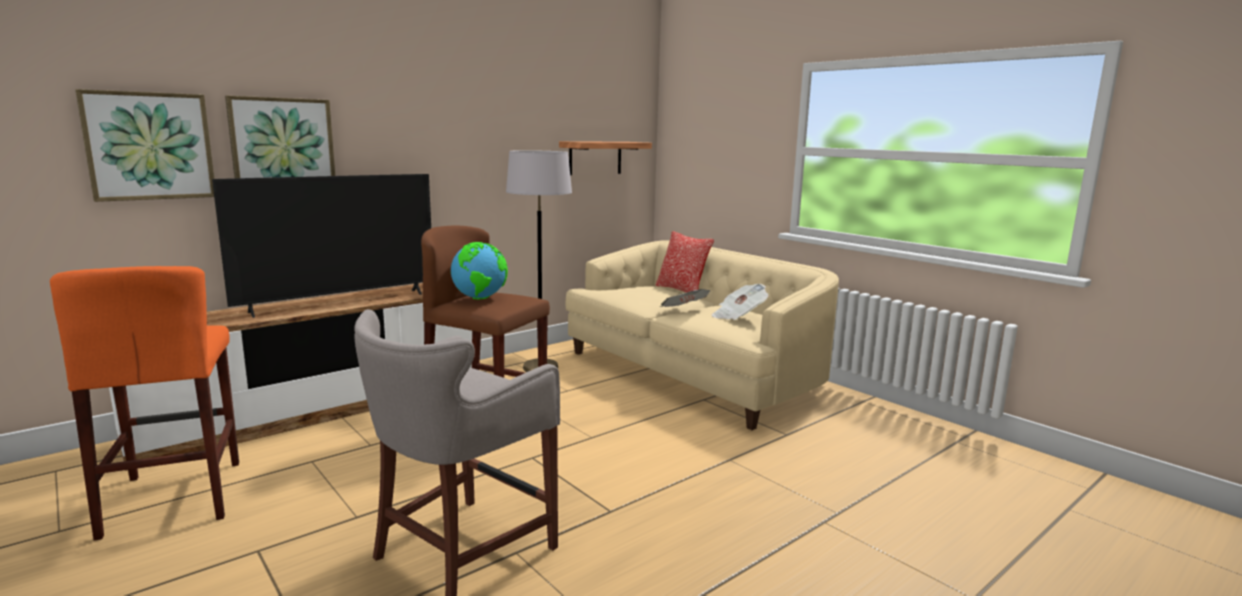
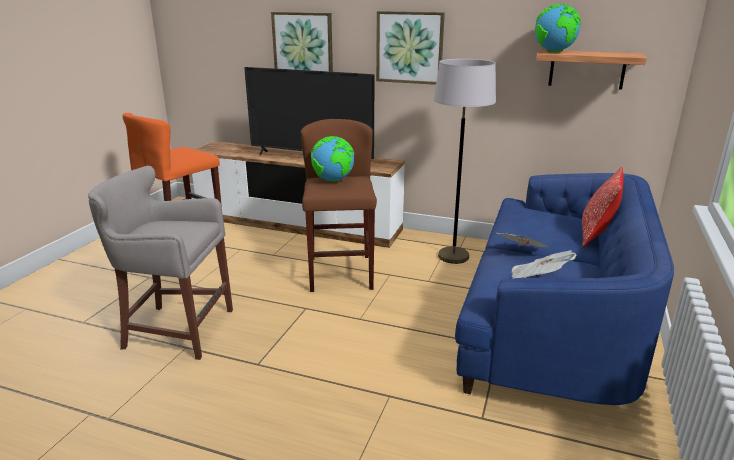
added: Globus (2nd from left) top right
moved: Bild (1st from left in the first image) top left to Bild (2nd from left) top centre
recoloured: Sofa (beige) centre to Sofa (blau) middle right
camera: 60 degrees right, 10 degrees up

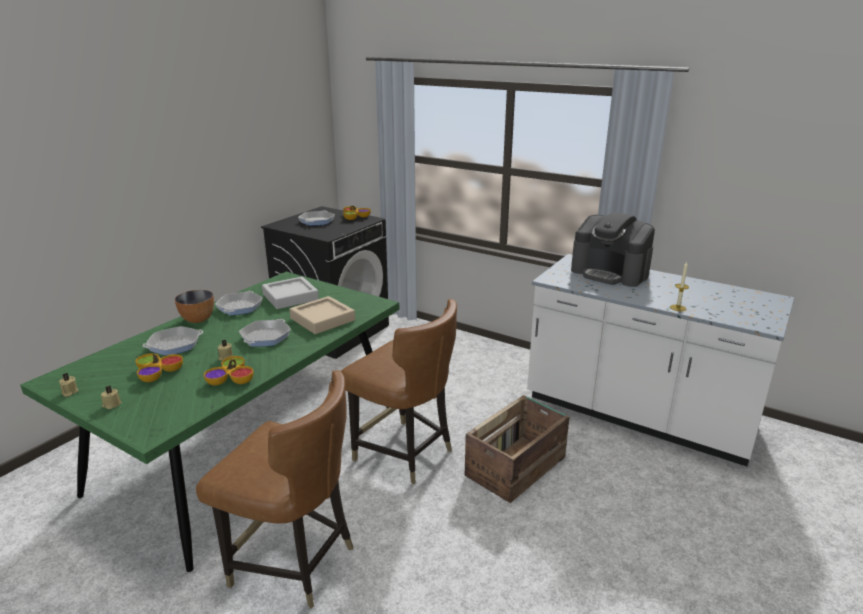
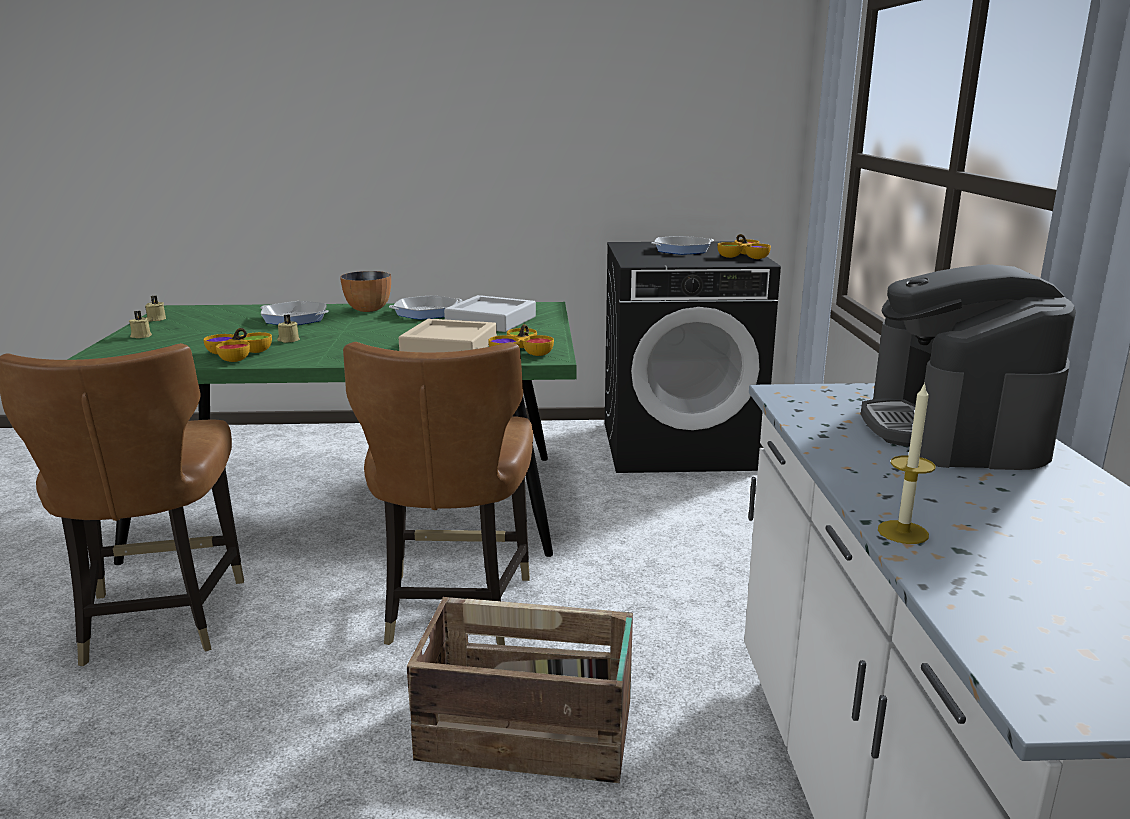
removed: Pfanne (3rd from left) middle left
moved: Schüssel (1st from left in the first image) middle left to Schüssel (3rd from left) centre
camera: 55 degrees right, 5 degrees down

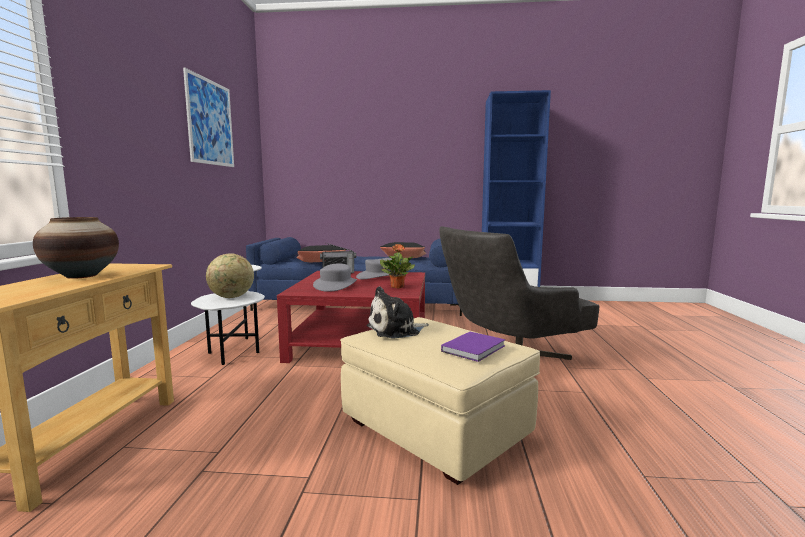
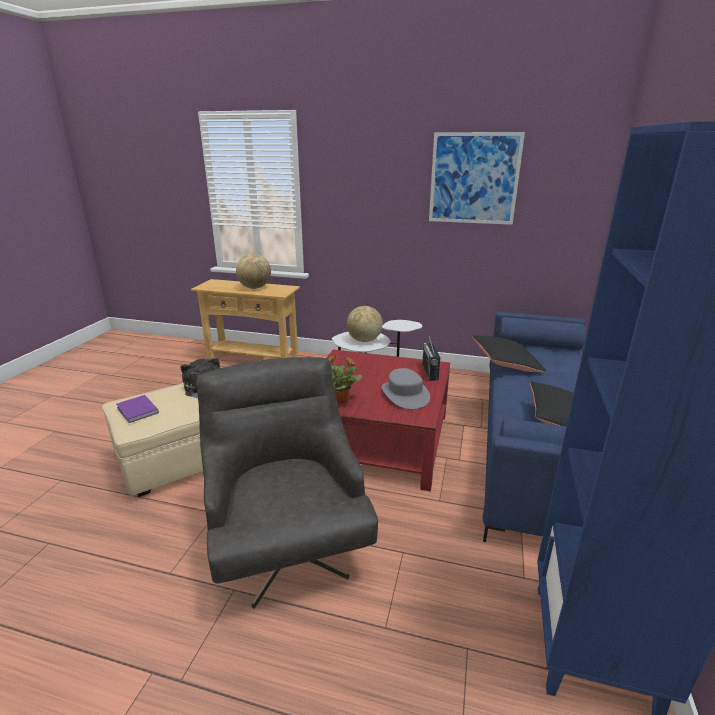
removed: Hut (grau) (1st from left) centre
replaced: Vase middle left to Globus (1st from left) centre
camera: 100 degrees right, 15 degrees up

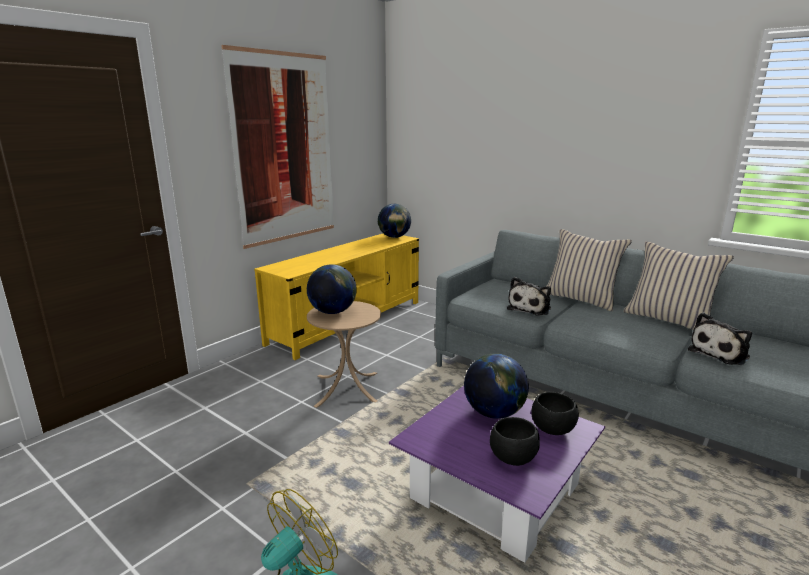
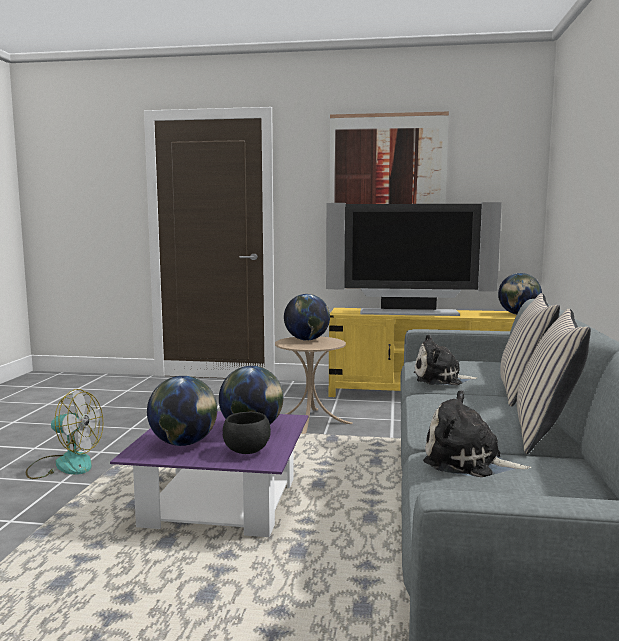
added: Fernseher middle right
replaced: Schüssel (schwarz) (1st from left) bottom centre to Globus (1st from left) middle left
camera: 60 degrees right, 10 degrees down

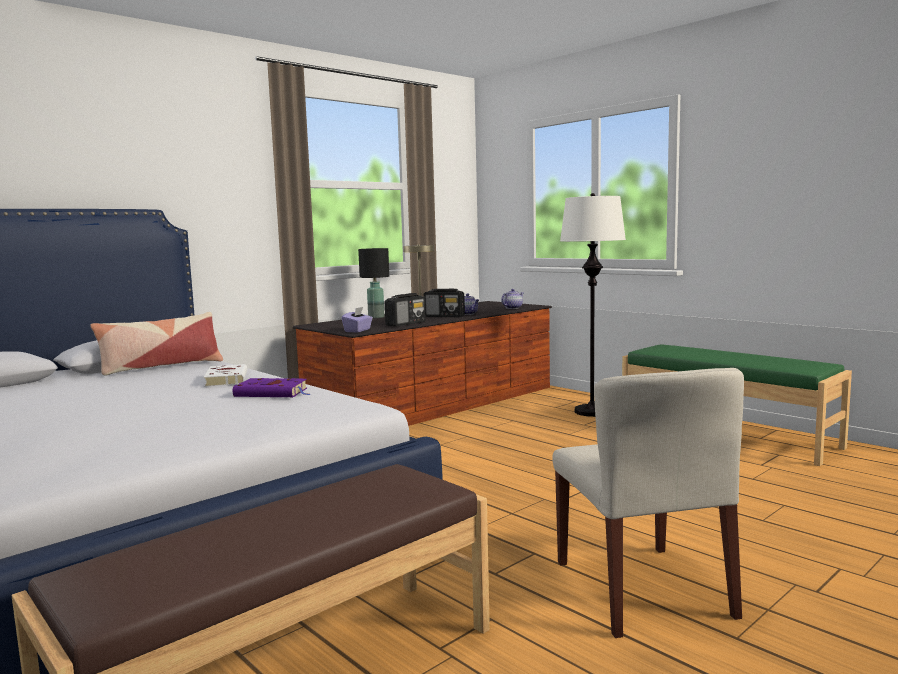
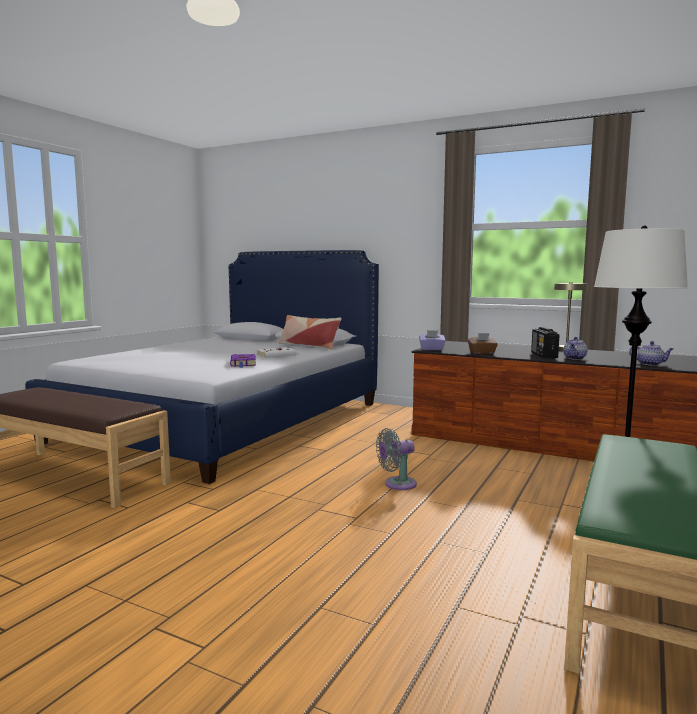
removed: Tischlampe (schwarz) centre; Stuhl (beige) bottom right
added: Ventilator (grau) centre
replaced: Radio (1st from left) centre to Taschentuchbox (braun) middle right
camera: 70 degrees right, 0 degrees up

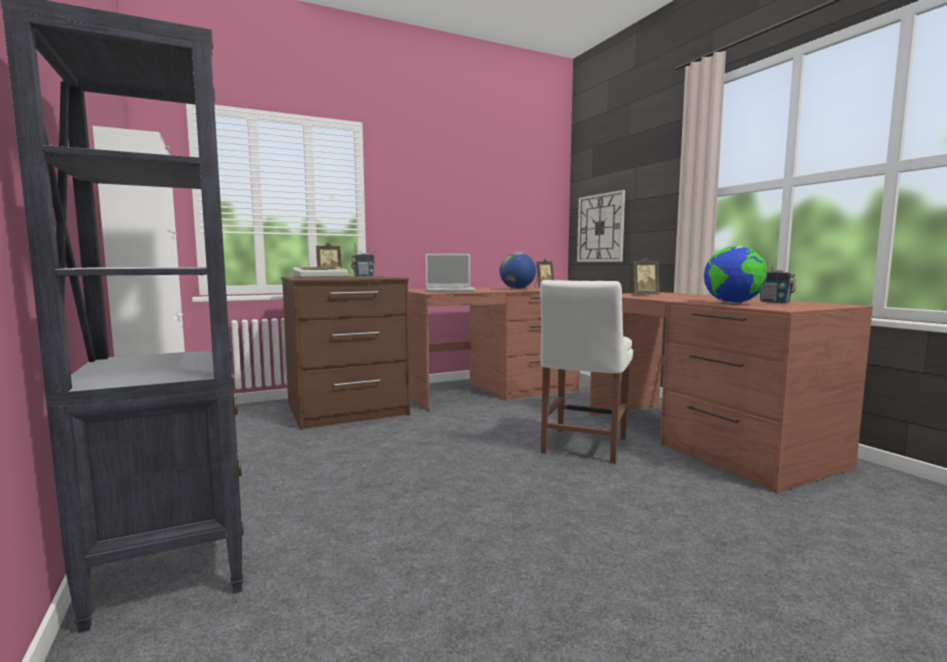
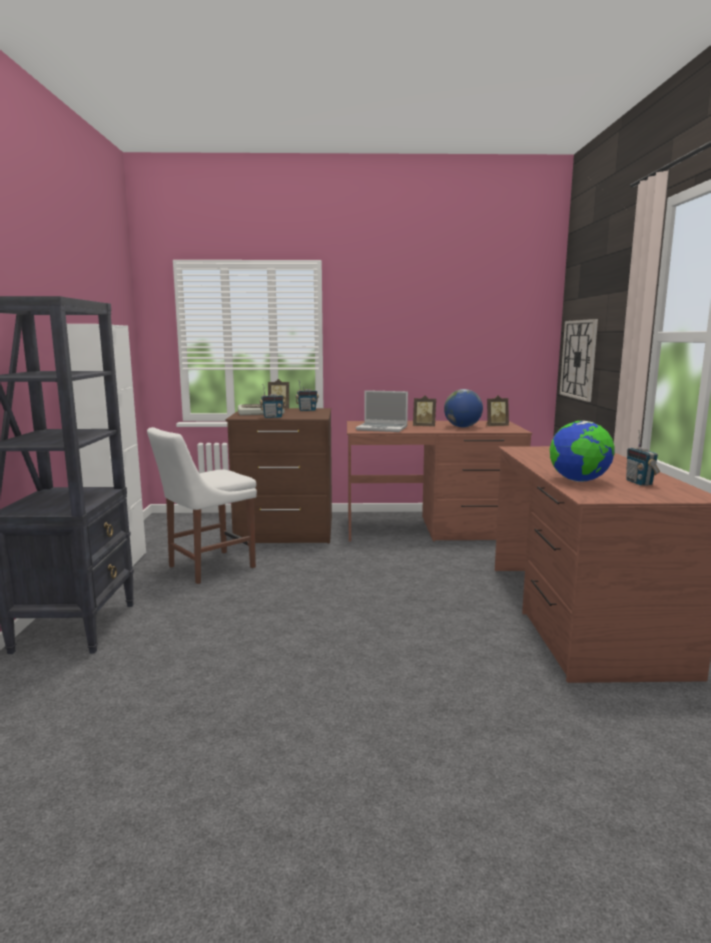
added: Radio (1st from left) centre
moved: Stuhl (weiß) centre to middle left; Bilderrahmen (3rd from left in the first image) middle right to Bilderrahmen (2nd from left) centre
camera: 25 degrees right, 5 degrees up

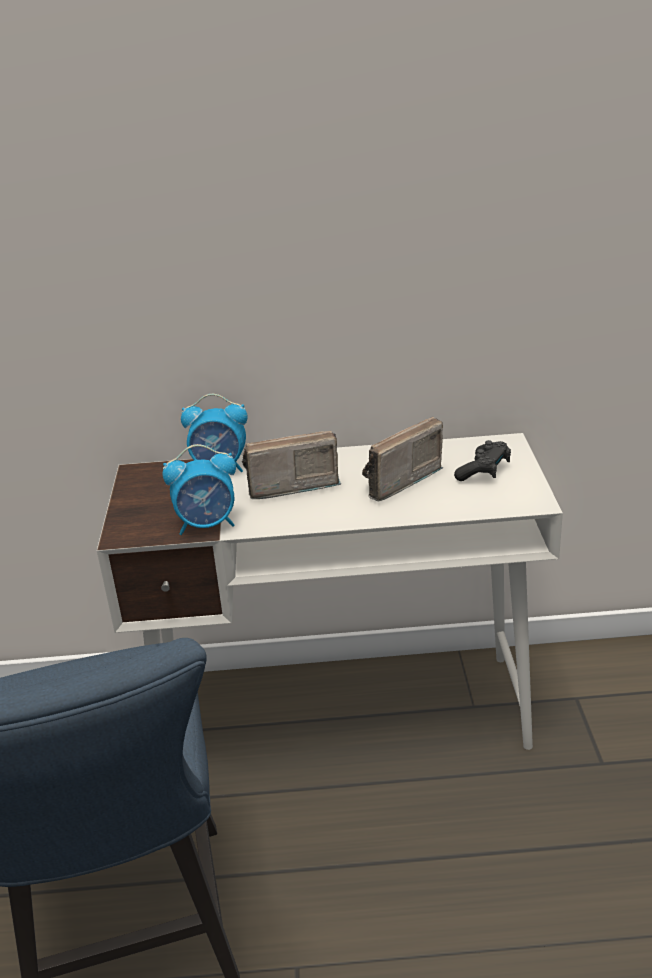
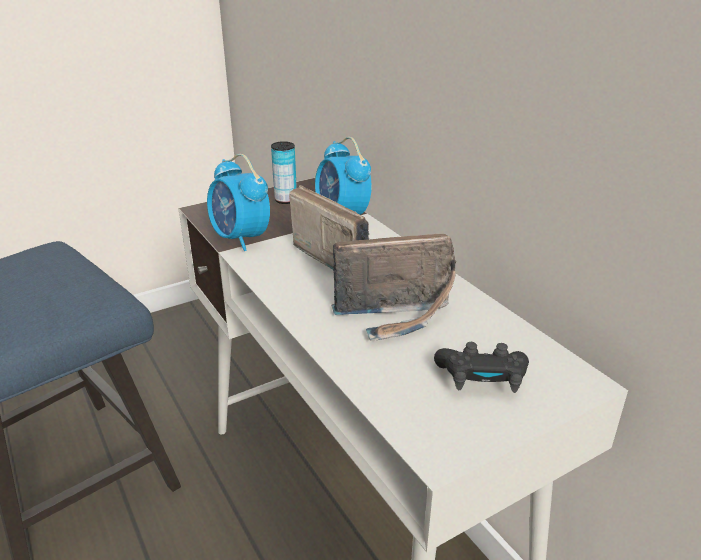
added: Dose top centre
turned: Radio (2nd from left) centre = centre 150 degrees clockwise
camera: 60 degrees right, 0 degrees up

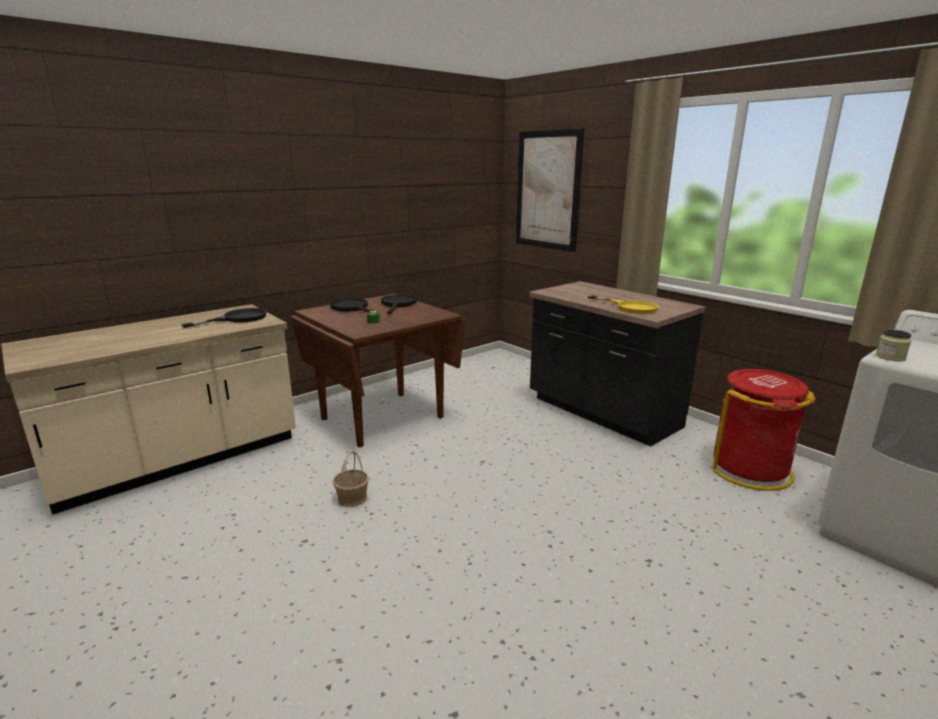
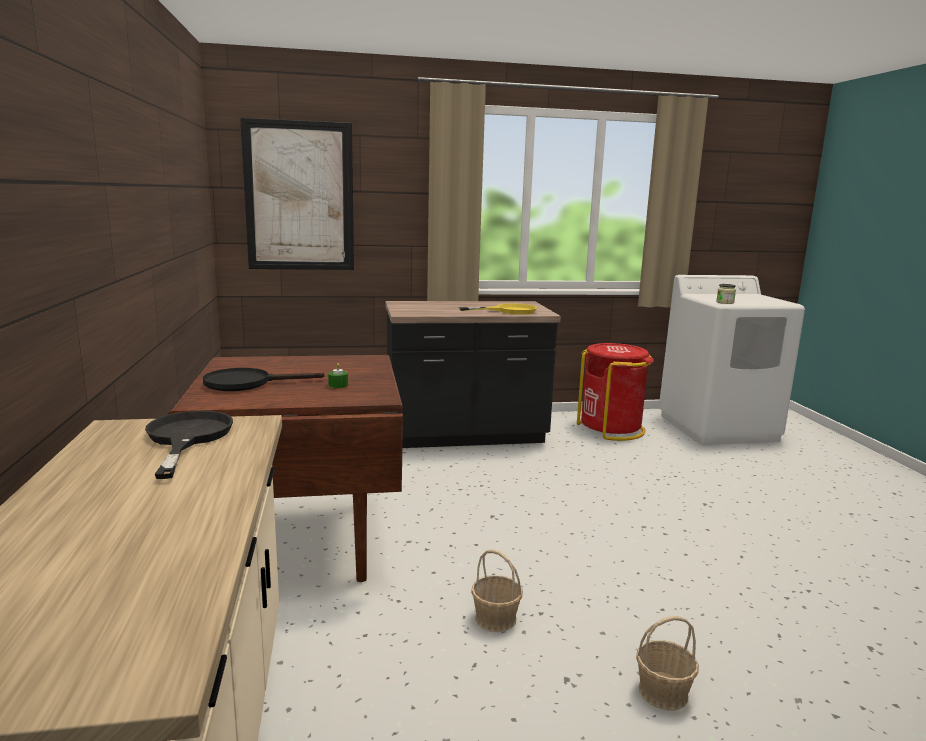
removed: Pfanne (schwarz) (3rd from left) centre
added: Korb (2nd from left) bottom right
camera: 60 degrees left, 5 degrees down

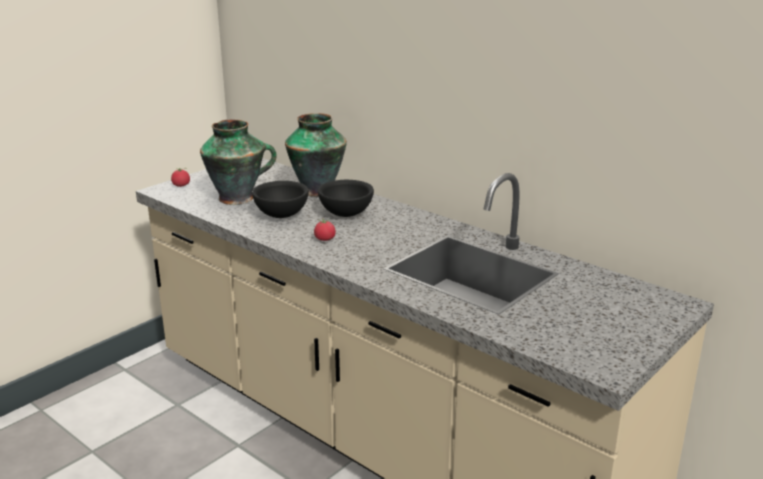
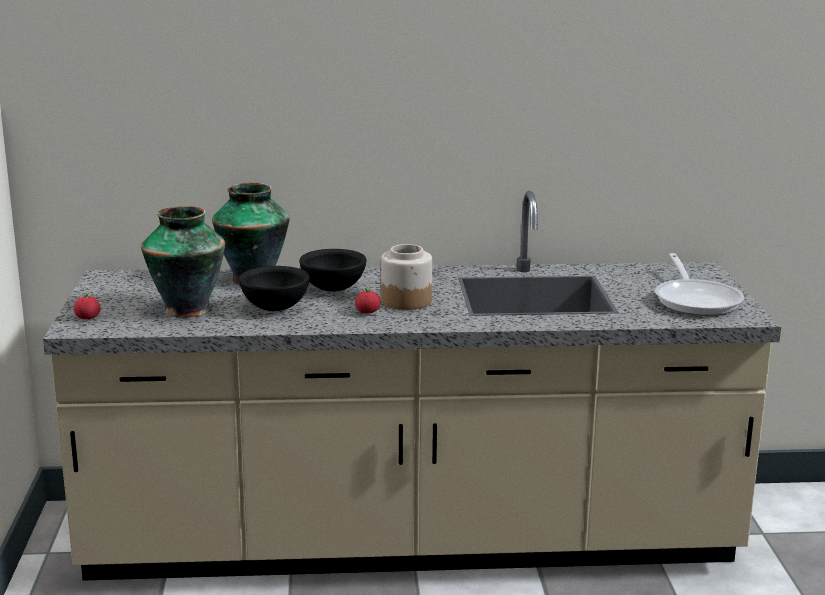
added: Vorratsglas centre; Pfanne middle right
camera: 45 degrees left, 5 degrees down

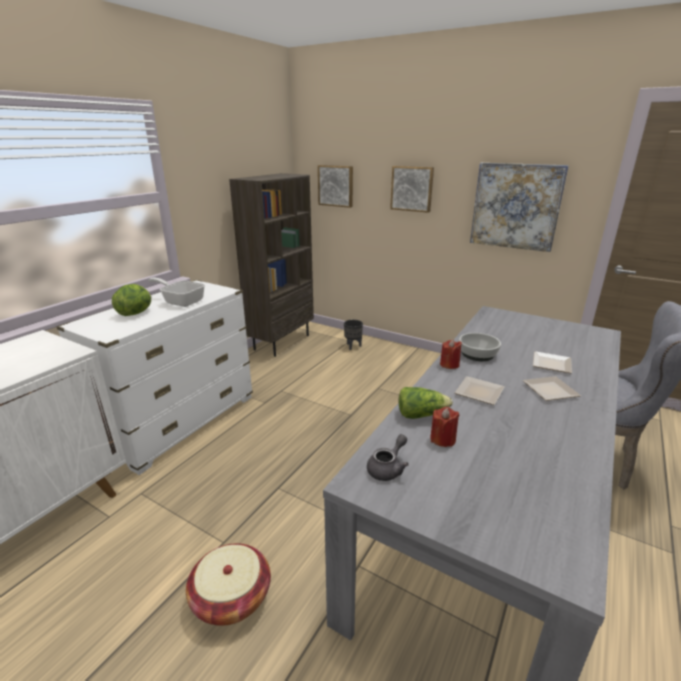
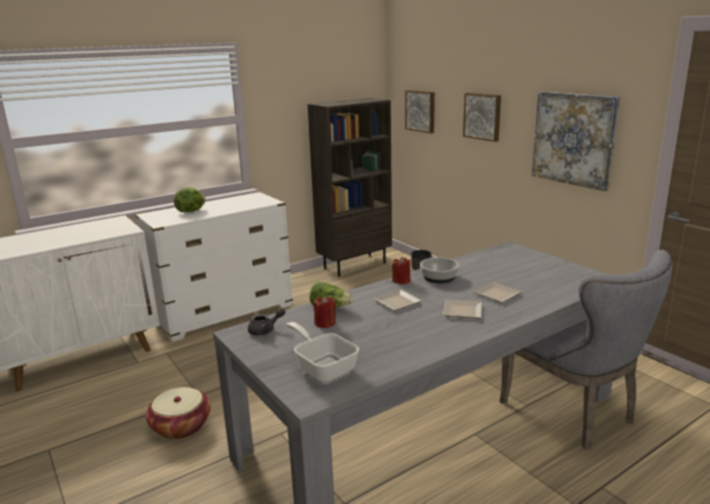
moved: Pfanne middle left to bottom centre
camera: 25 degrees right, 5 degrees down

